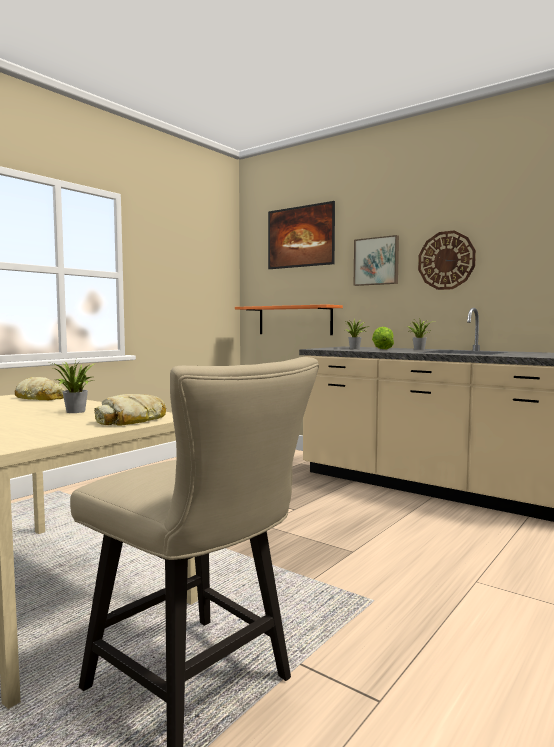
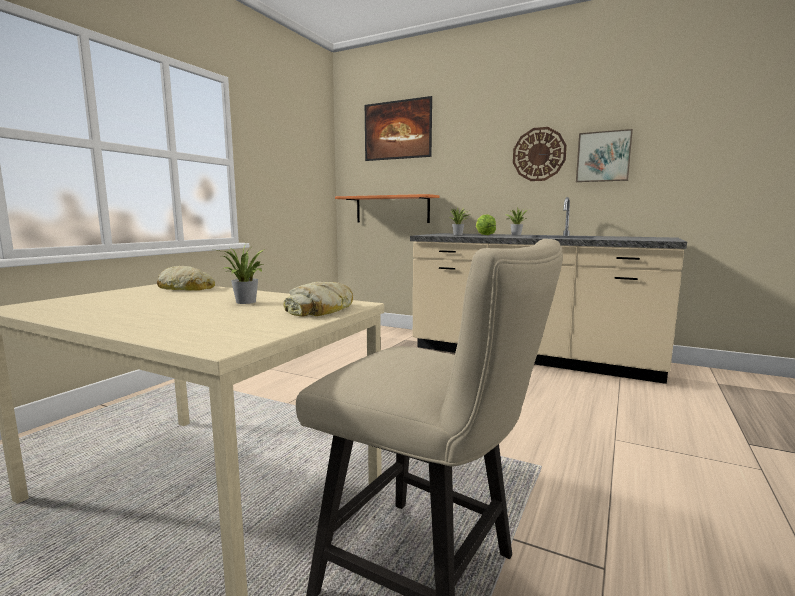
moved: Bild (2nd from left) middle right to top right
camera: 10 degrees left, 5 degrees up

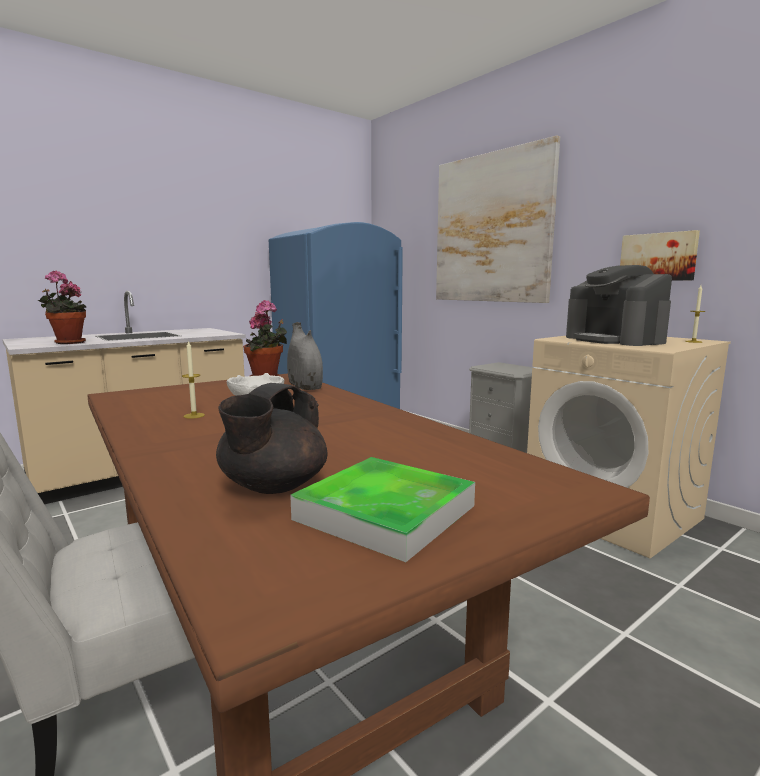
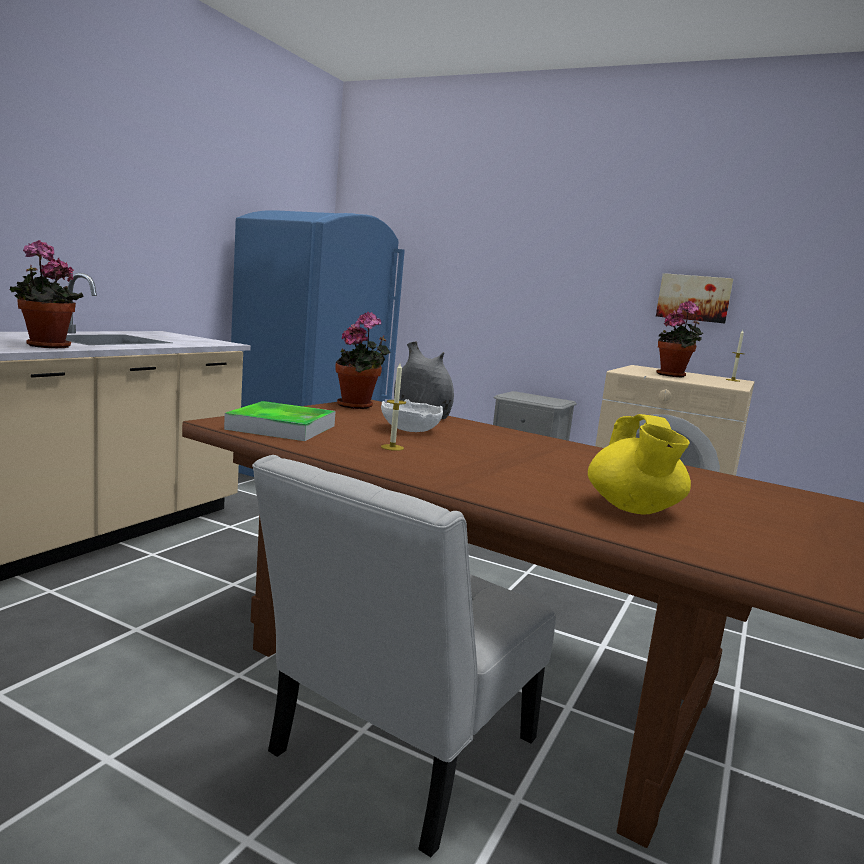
removed: Bild (1st from left) top centre
moved: Tablett centre to middle left
replaced: Kaffeemaschine middle right to Topfpflanze (3rd from left) middle right
recoloured: Teekanne (schwarz) centre to Teekanne (gelb) middle right
camera: 25 degrees left, 0 degrees up

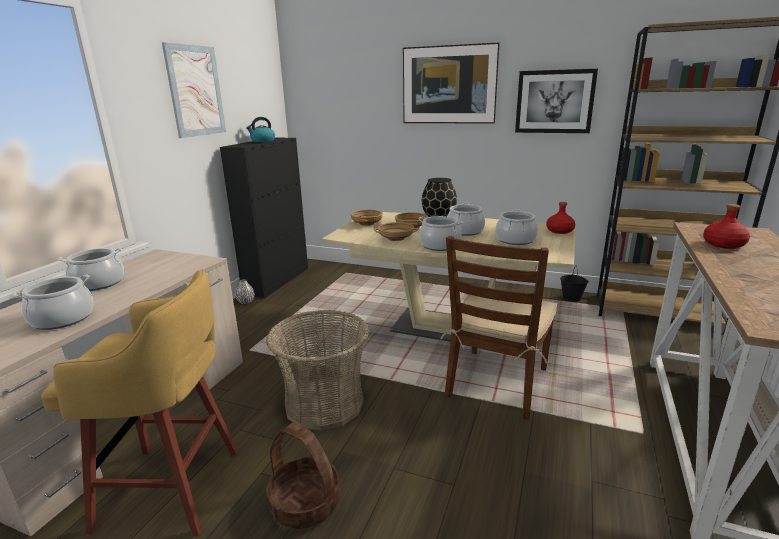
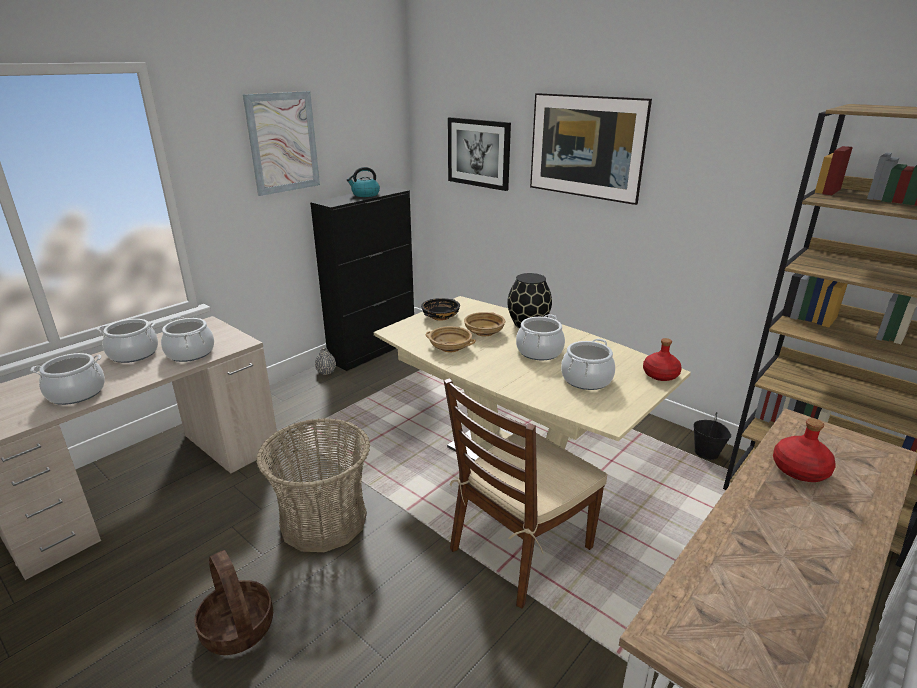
removed: Hocker (gelb) bottom left
moved: Kochtopf (3rd from left) centre to middle left; Bild (3rd from left in the first image) top right to Bild (2nd from left) top centre
recoloured: Schüssel (beige) (1st from left) centre to Schüssel (schwarz) centre
camera: 20 degrees right, 5 degrees up

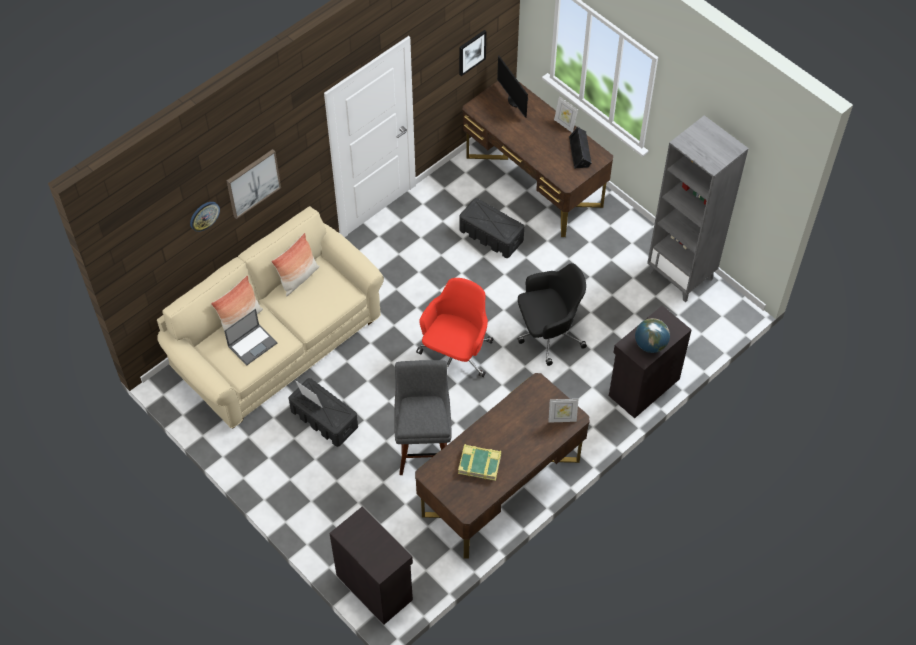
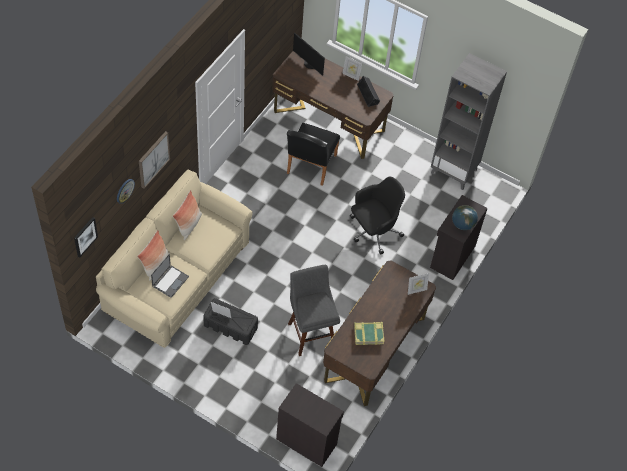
removed: Bürostuhl (rot) centre
moved: Bild (2nd from left in the first image) top centre to Bild (1st from left) middle left
replaced: Aufbewahrungsbox (schwarz) (2nd from left) centre to Stuhl (schwarz) top centre
camera: 20 degrees left, 0 degrees up

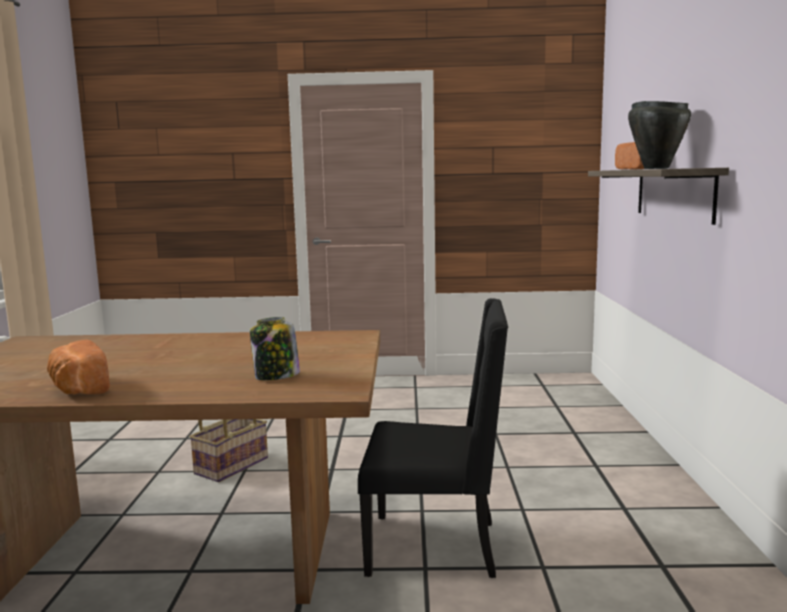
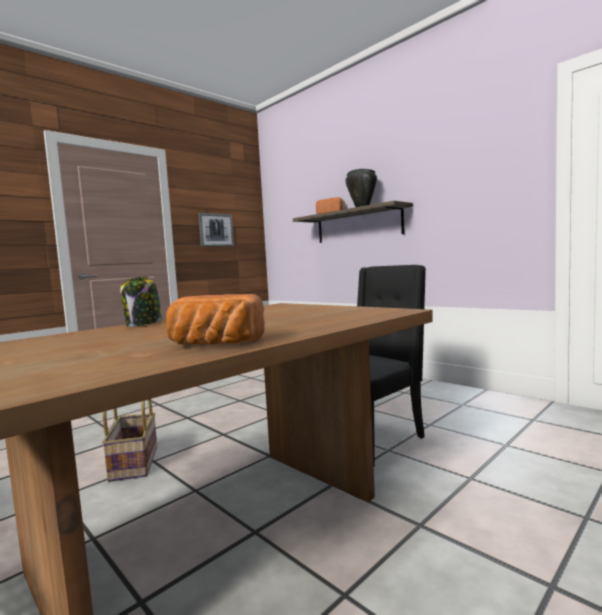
added: Bild centre
moved: Vorratsglas centre to middle left
camera: 45 degrees left, 5 degrees down

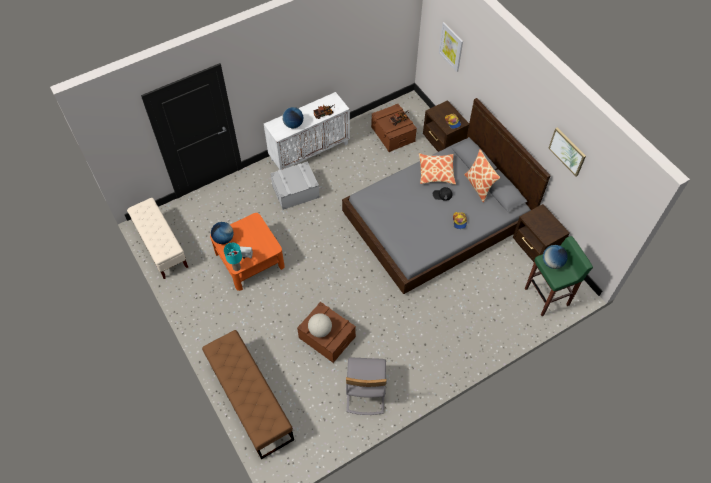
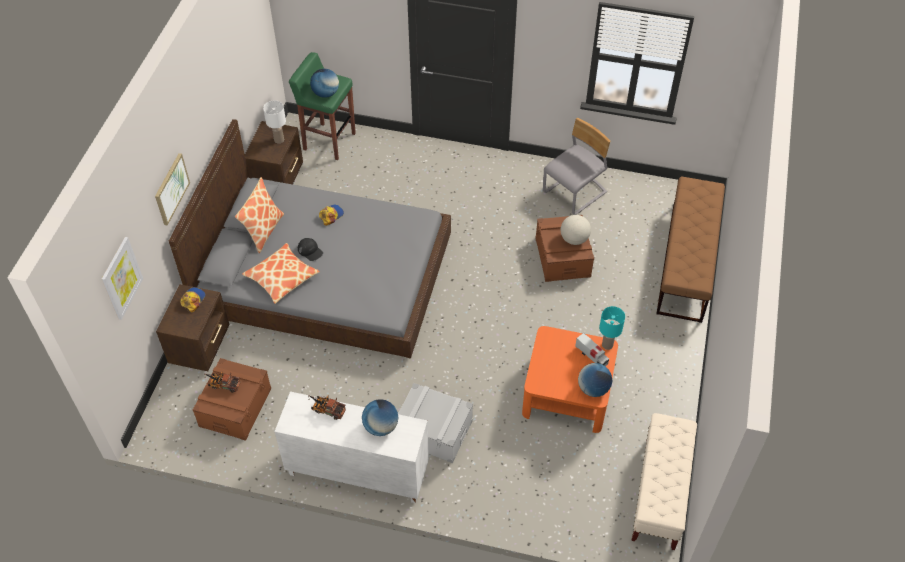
added: Tischlampe (weiß) top left
moved: Bild (2nd from left) top right to middle left
camera: 135 degrees left, 5 degrees down

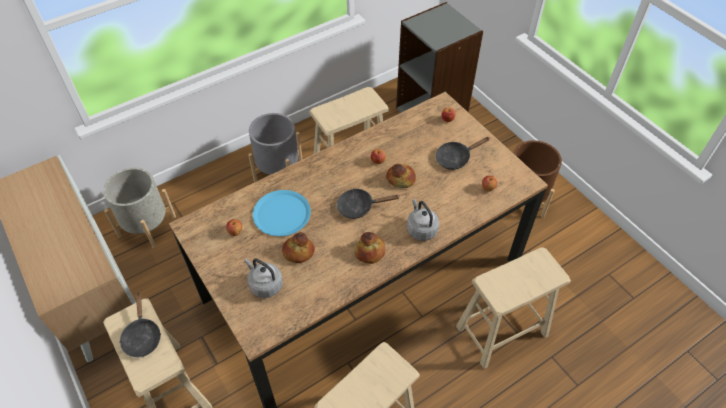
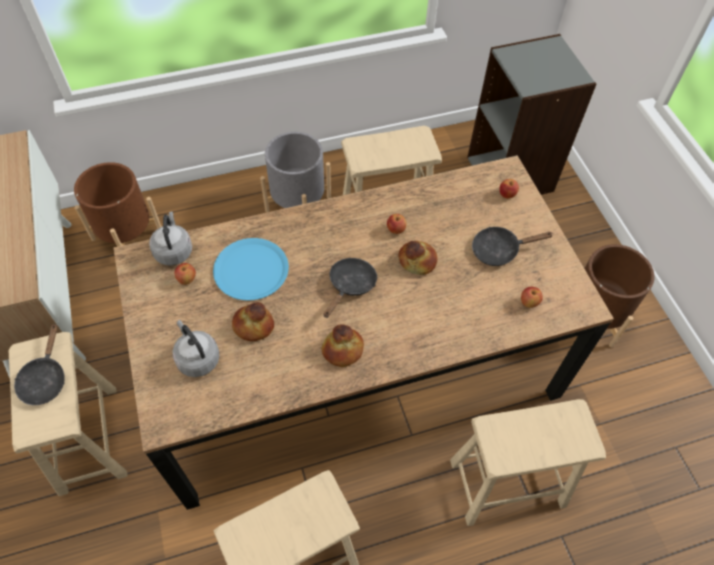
moved: Wasserkessel (grau) (2nd from left in the first image) centre to Wasserkessel (grau) (1st from left) middle left
recoloured: Pflanzkübel (grau) (1st from left) middle left to Pflanzkübel (braun) (1st from left) middle left
turned: Pfanne (schwarz) (2nd from left) centre = centre 105 degrees clockwise
camera: 15 degrees right, 5 degrees up

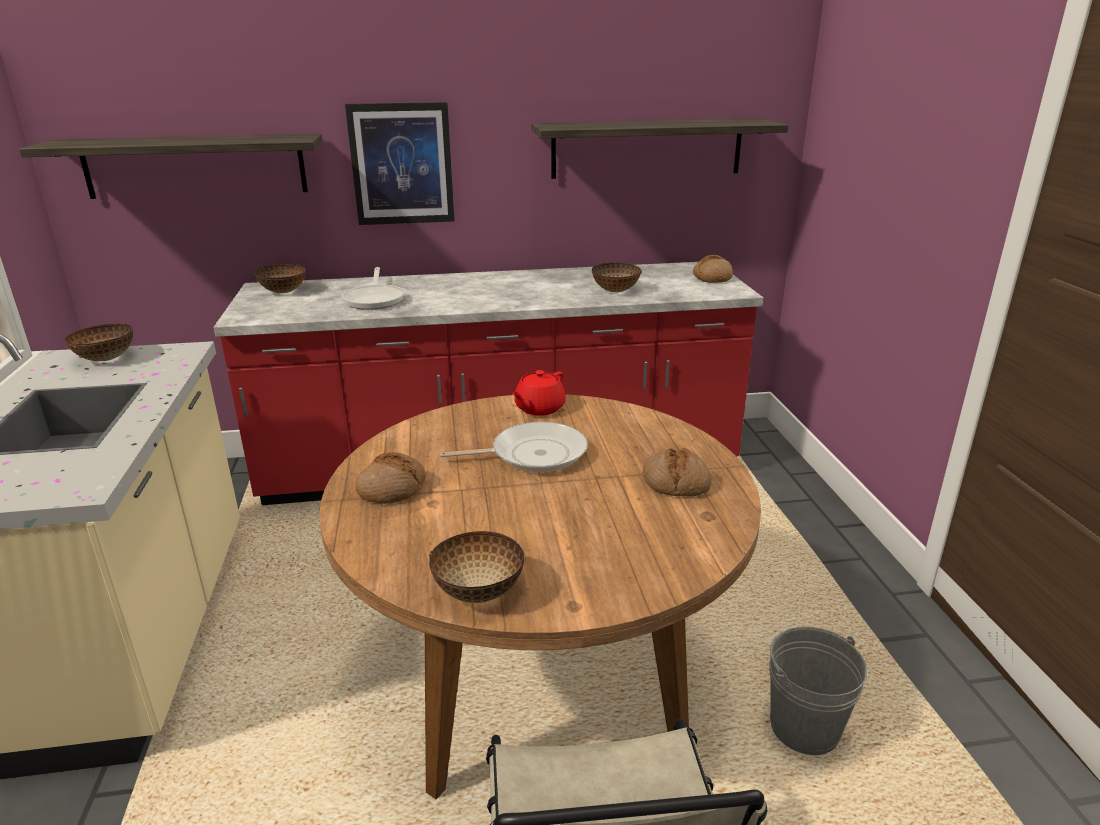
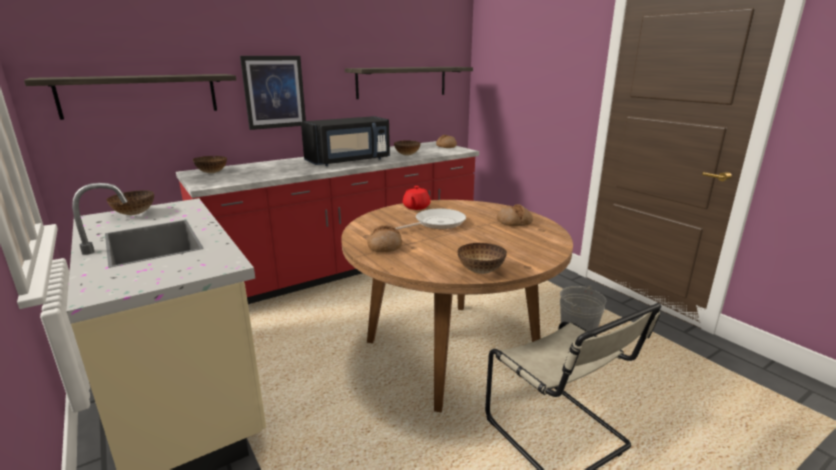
removed: Pfanne (1st from left) centre
added: Mikrowelle (schwarz) top centre
camera: 25 degrees left, 5 degrees down

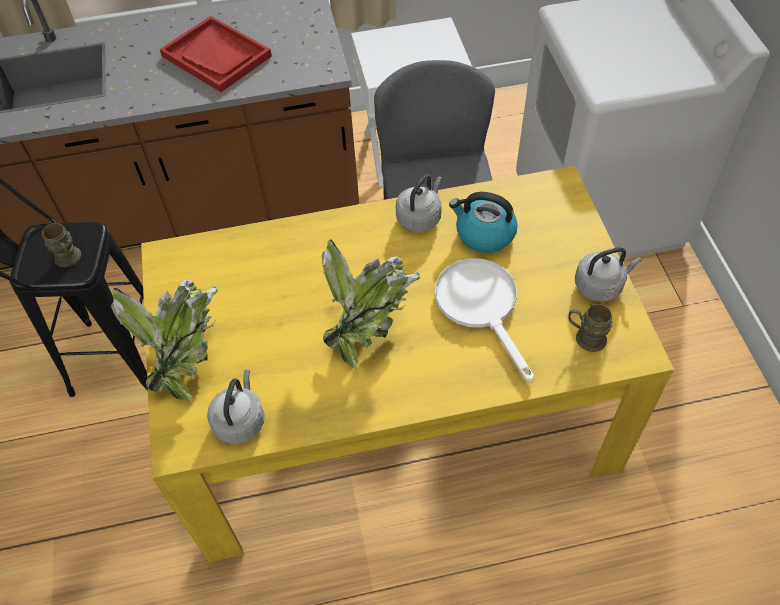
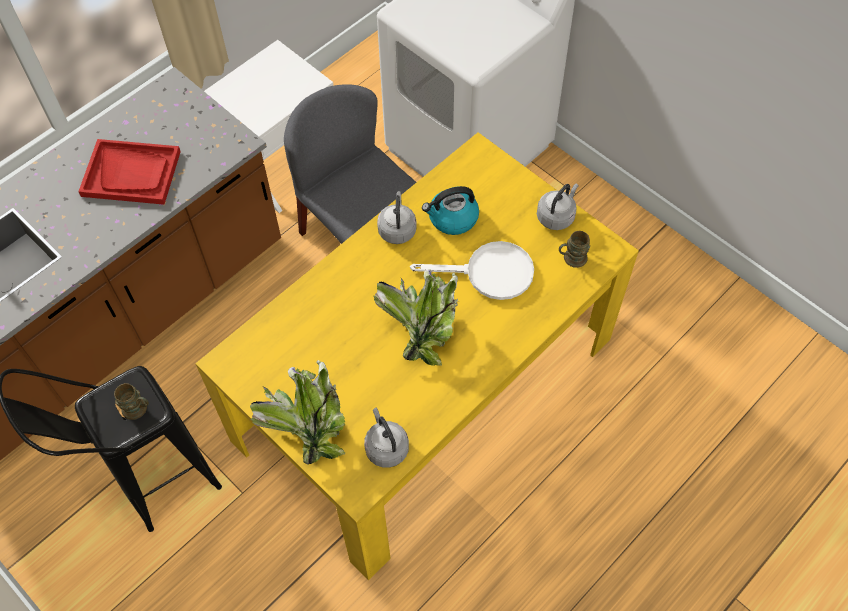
turned: Pfanne (weiß) centre = centre 150 degrees clockwise
camera: 35 degrees left, 5 degrees up

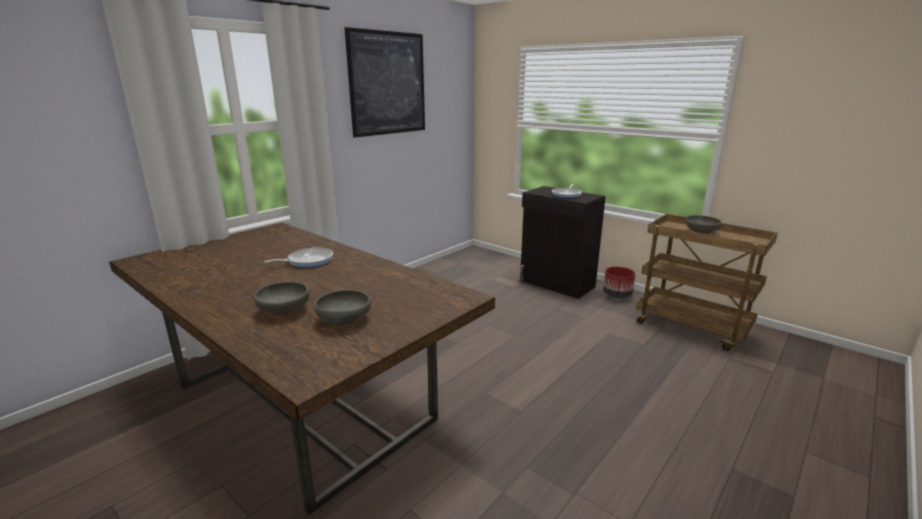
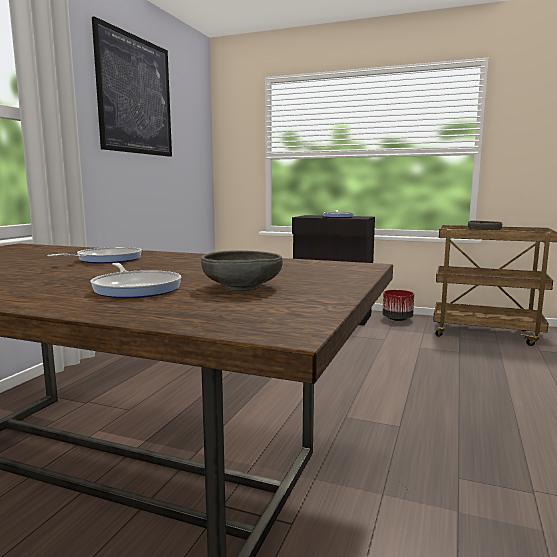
replaced: Schüssel (grau) (1st from left) middle left to Pfanne (2nd from left) middle left
camera: 20 degrees left, 10 degrees down

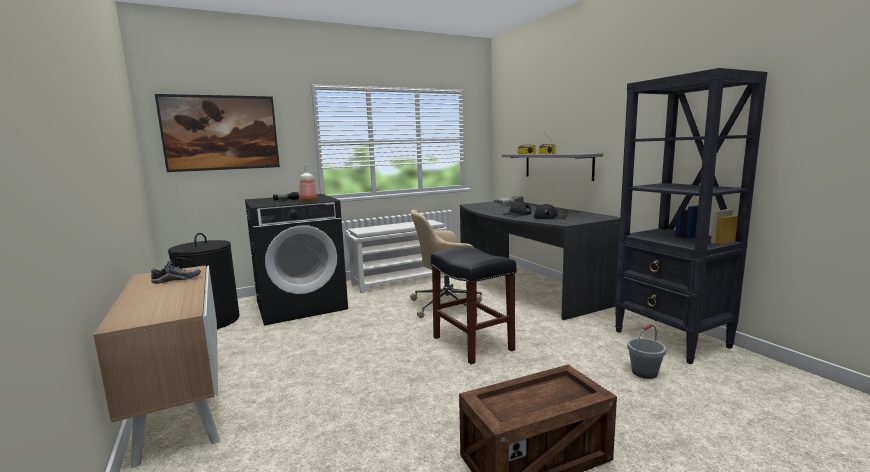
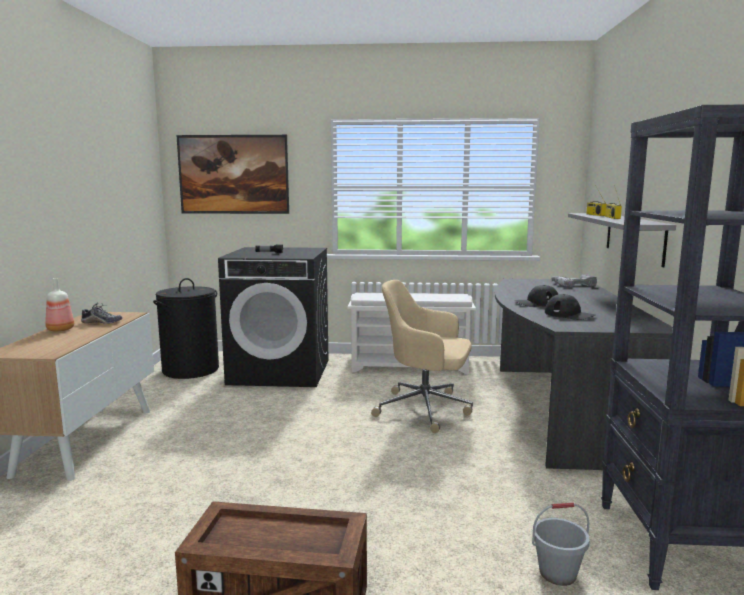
removed: Hocker (schwarz) centre
moved: Flasche centre to middle left
camera: 30 degrees right, 0 degrees up

